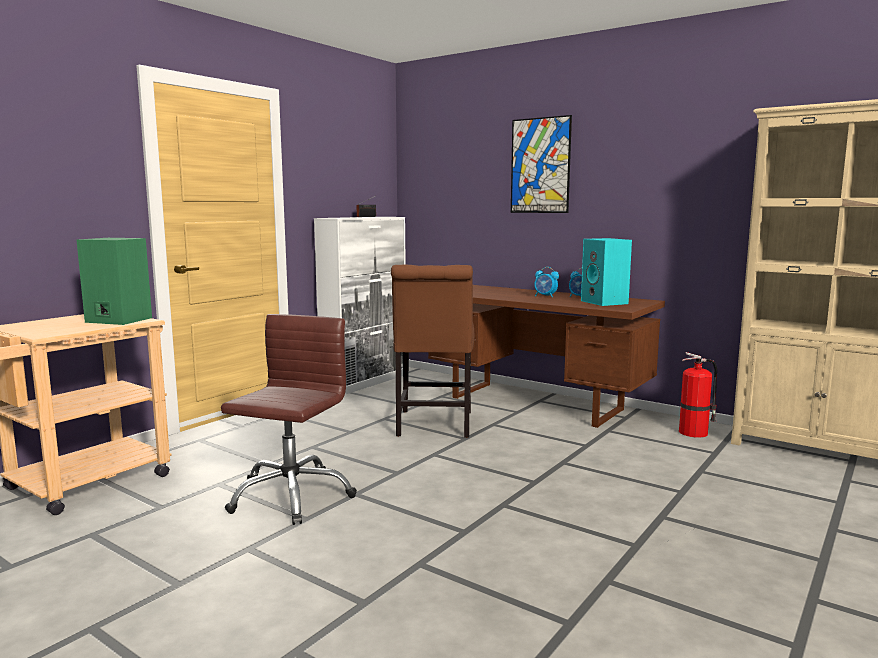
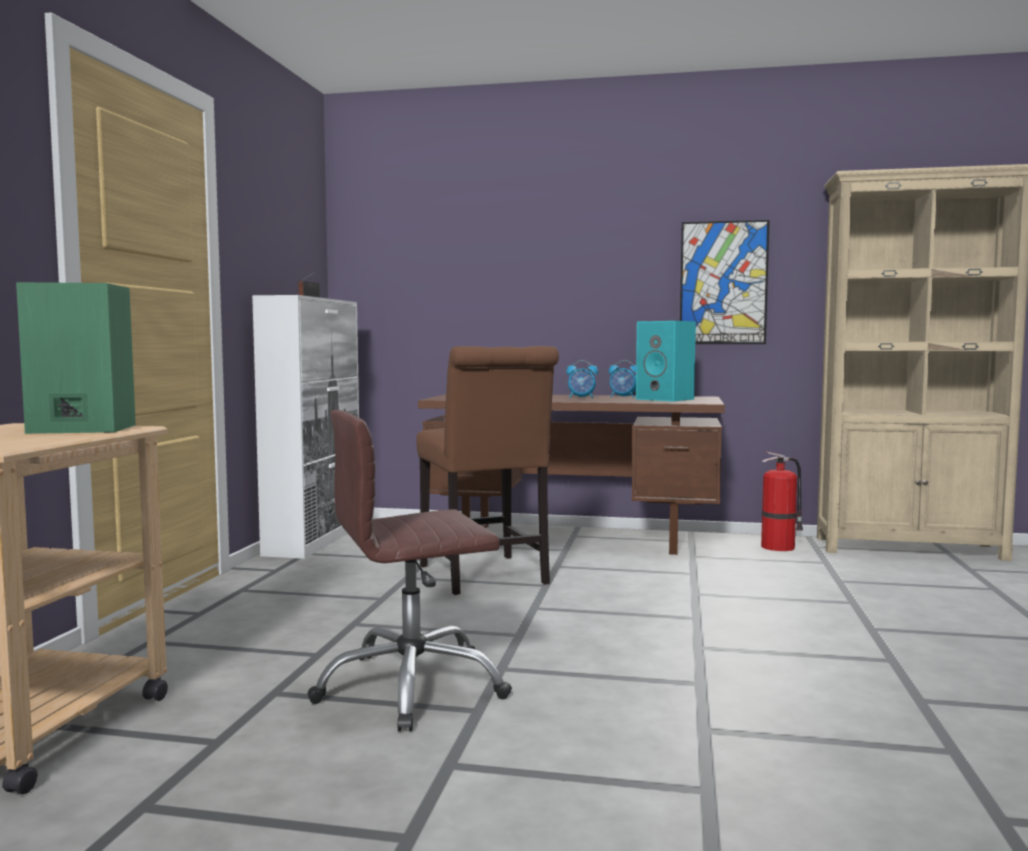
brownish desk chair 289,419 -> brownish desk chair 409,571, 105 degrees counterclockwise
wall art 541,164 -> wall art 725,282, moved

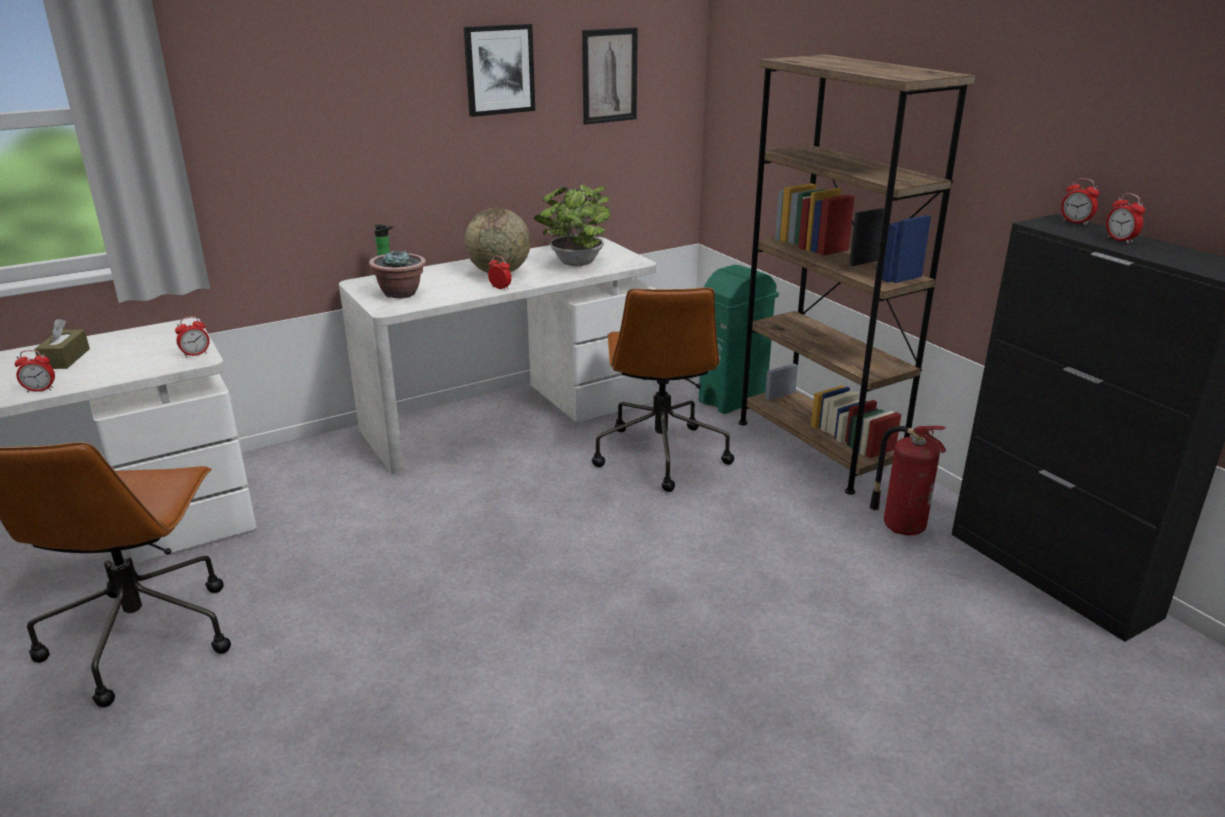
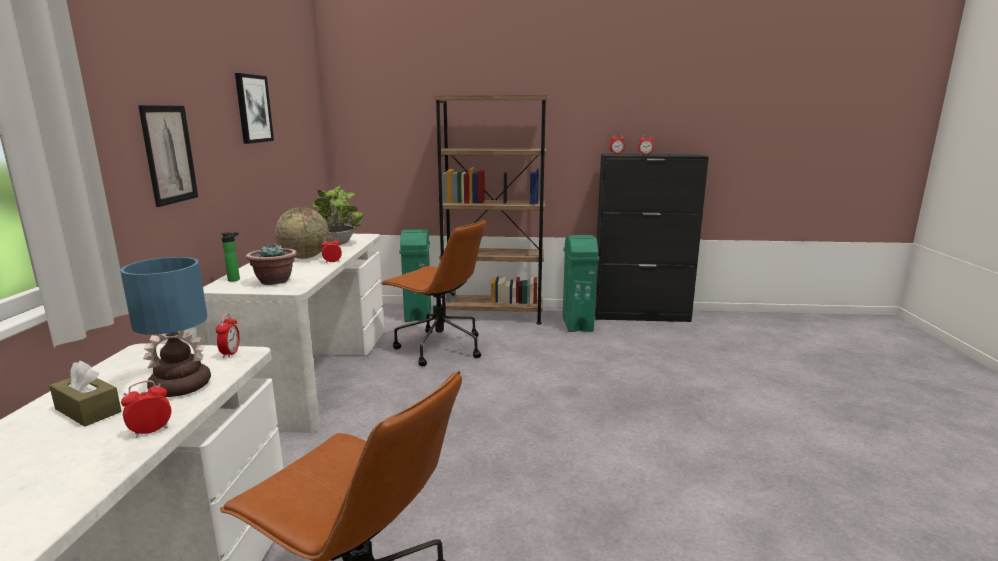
bedside clock 34,371 -> bedside clock 146,408, 150 degrees counterclockwise
wall art 610,76 -> wall art 168,156, moved
fire-fighting cylinder 907,480 -> greenish rubbish bin 581,283
none -> tabletop lamp 165,327

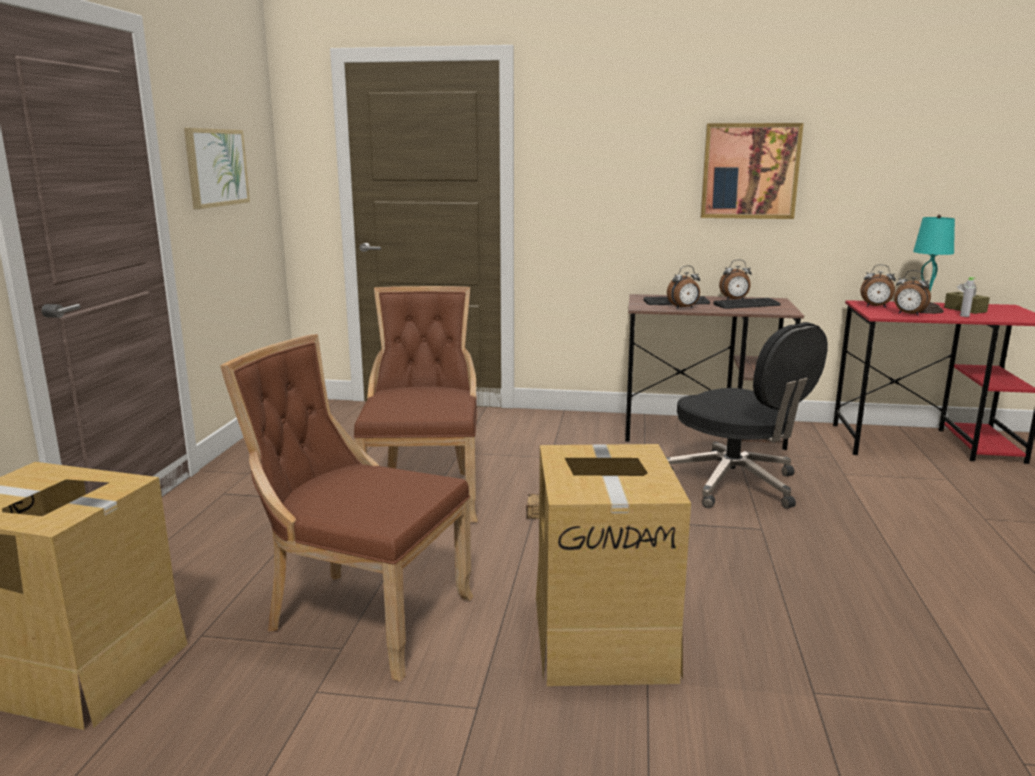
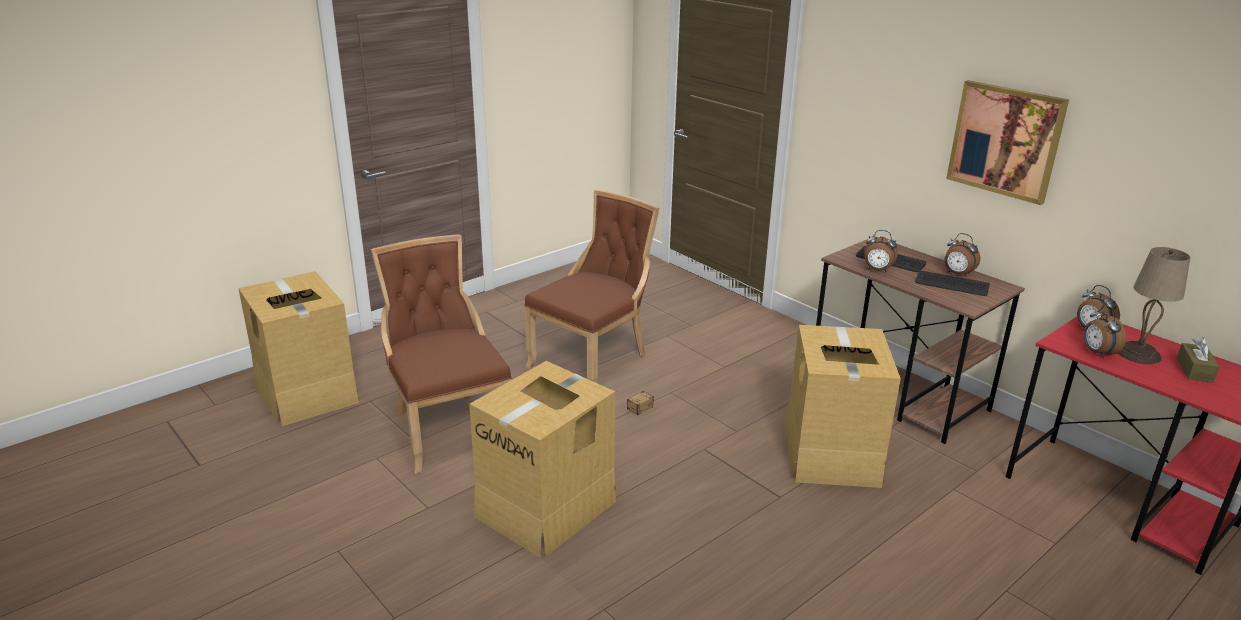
wall art 217,168 -> none
black-coloured desk chair 747,415 -> carton 843,406
turquoise tabletop lamp 934,264 -> beige tabletop lamp 1154,305
greyish drink bottle 967,297 -> none

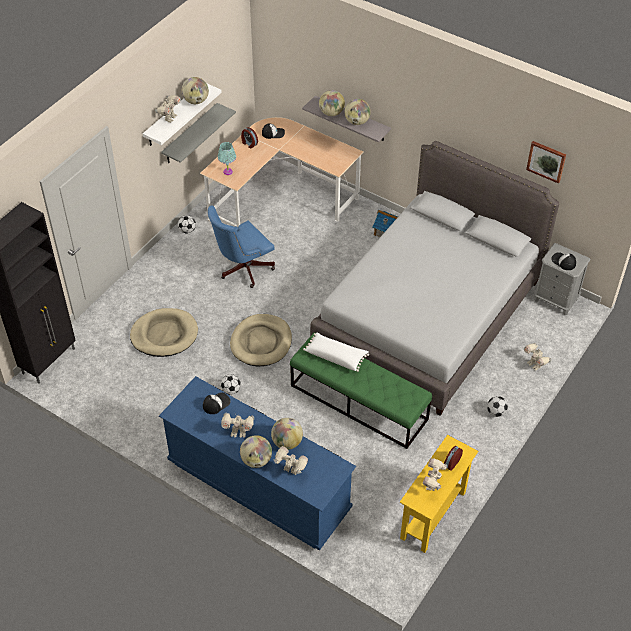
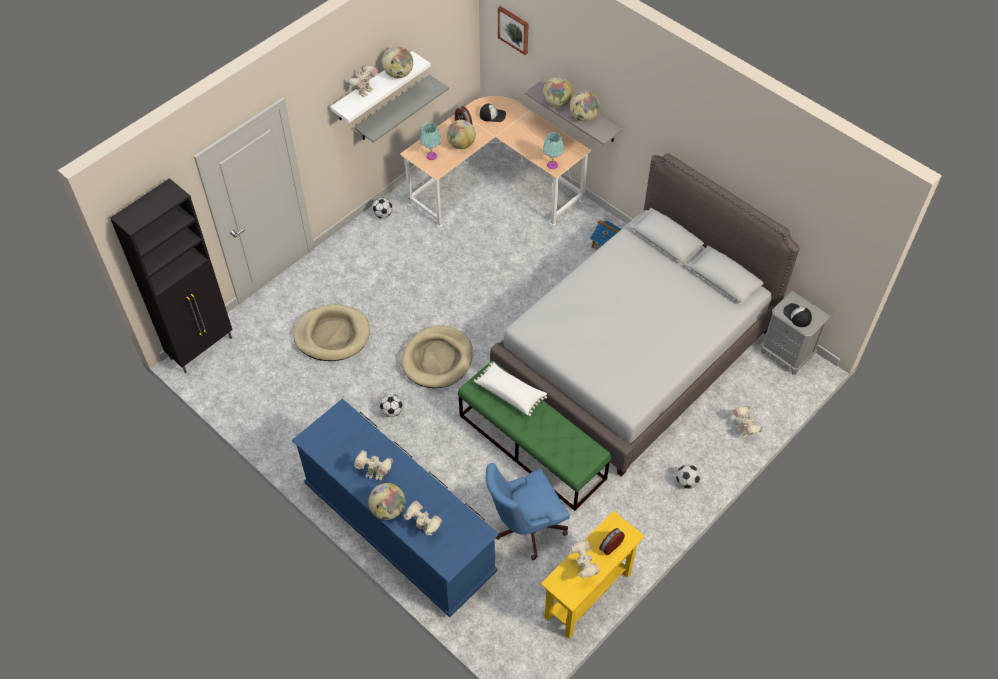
cap 216,403 -> none
bluish desk chair 241,246 -> bluish desk chair 528,511, moved
desk globe 287,434 -> desk globe 461,134, moved
model robot 435,474 -> model robot 584,559, 135 degrees clockwise
wall art 546,162 -> wall art 513,30, moved
none -> turquoise tabletop lamp 553,150

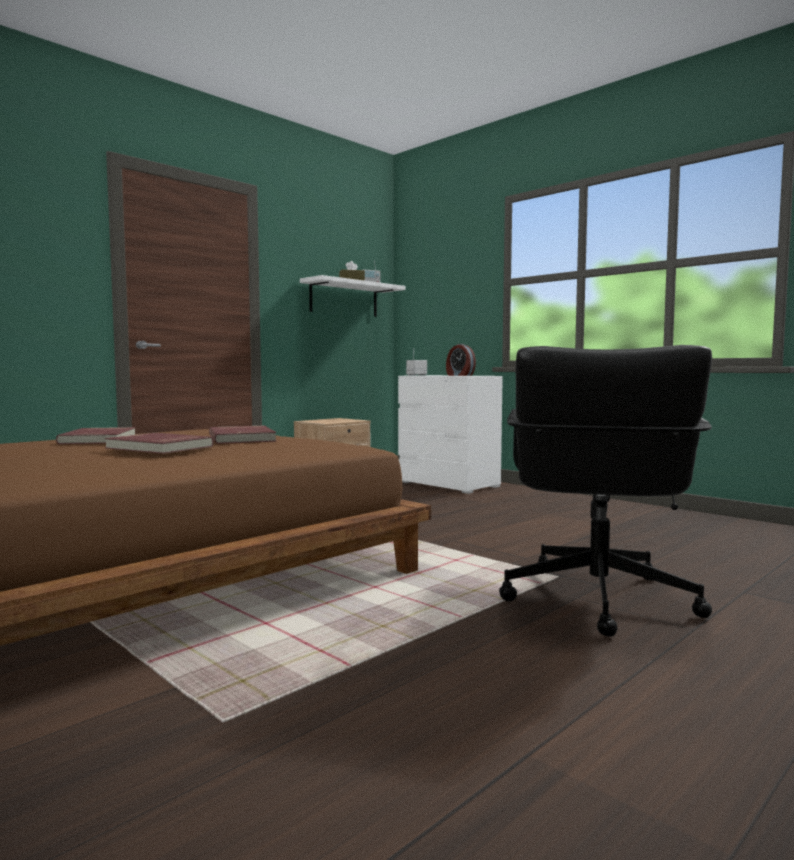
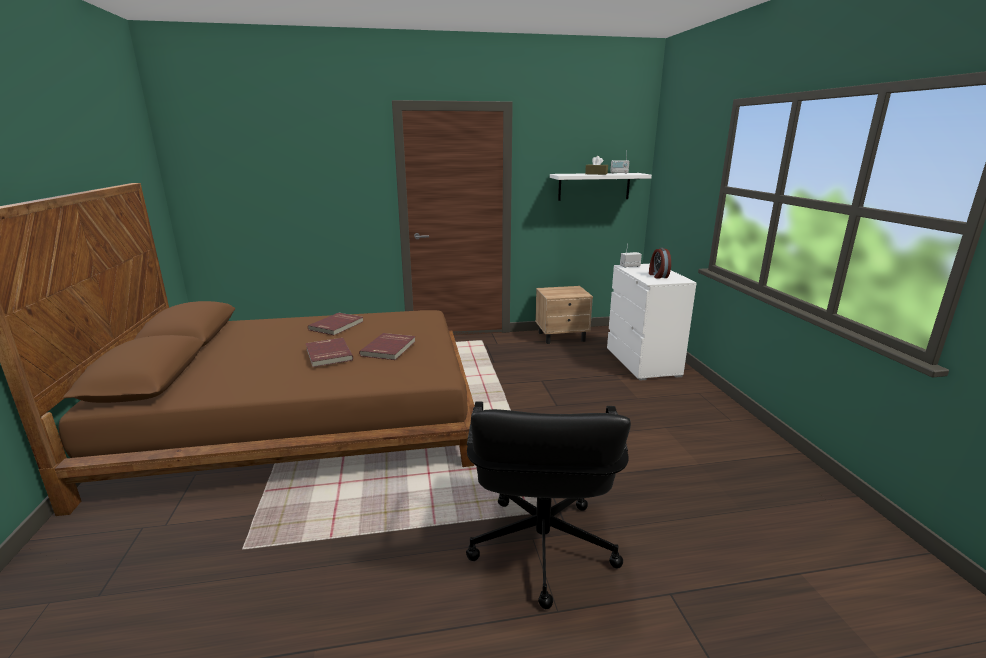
black-coloured desk chair 605,491 -> black-coloured desk chair 548,505, 45 degrees counterclockwise

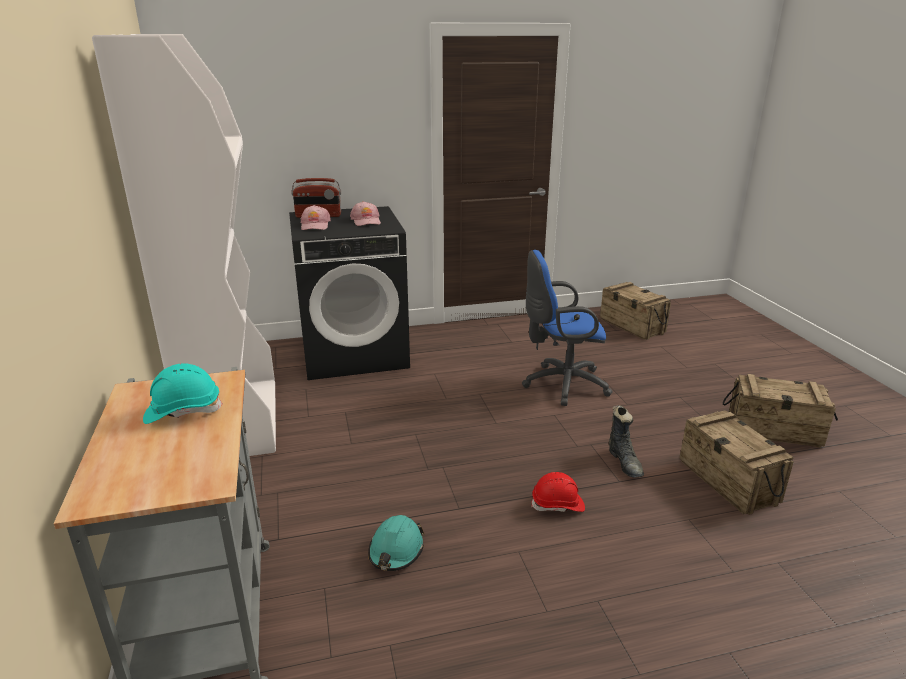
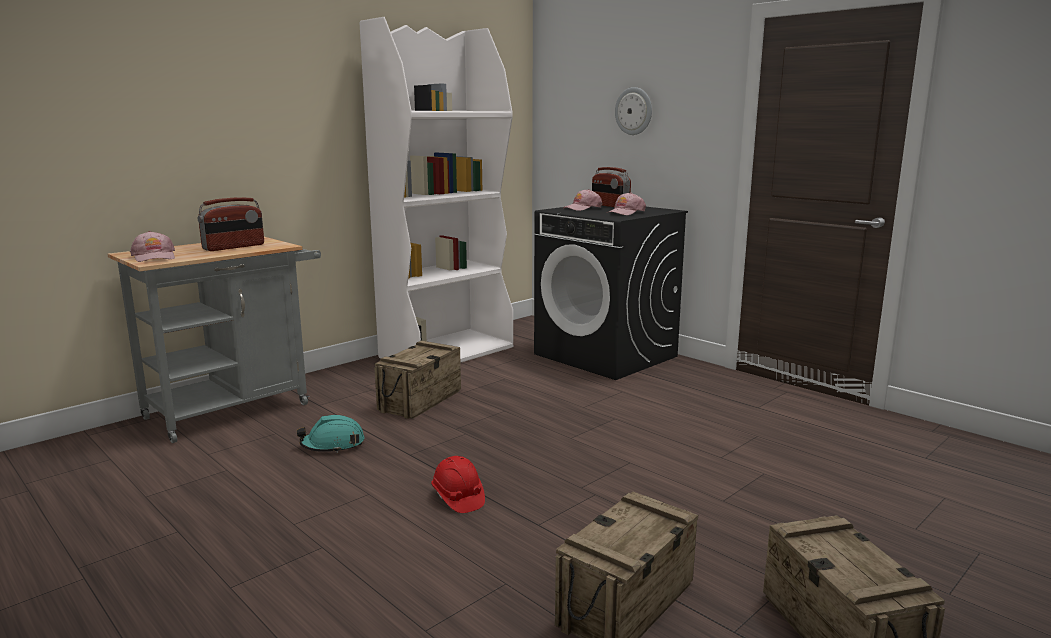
turquoise hard hat 183,393 -> radio 231,224
bluish desk chair 567,328 -> none
crate 635,311 -> crate 417,380, moved
black-coloured high-top boot 626,441 -> none
none -> pink cap 152,246
none -> clock on the wall 633,111

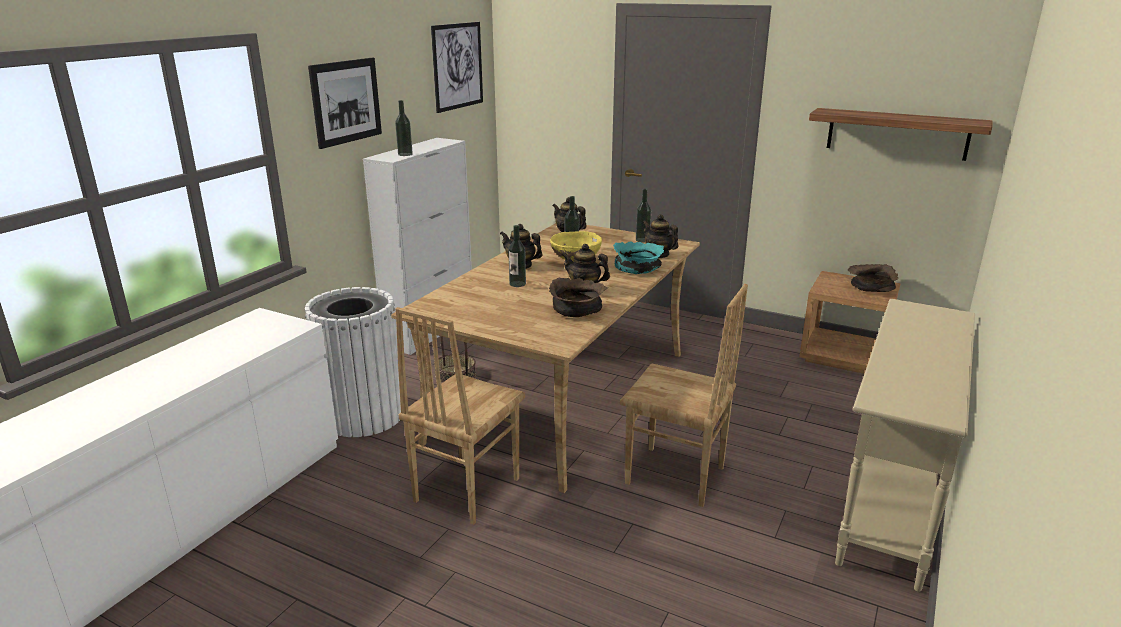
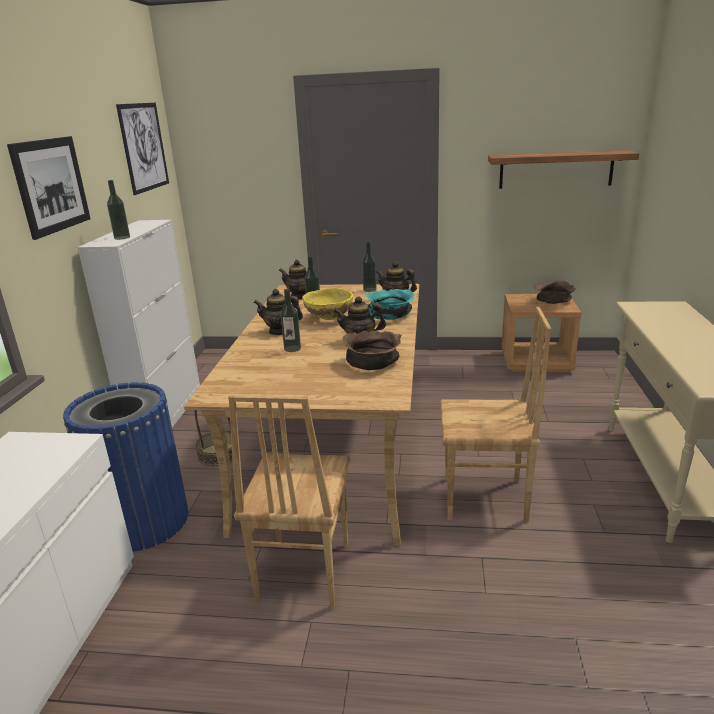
white-coloured rubbish bin 353,362 -> bluish rubbish bin 125,467

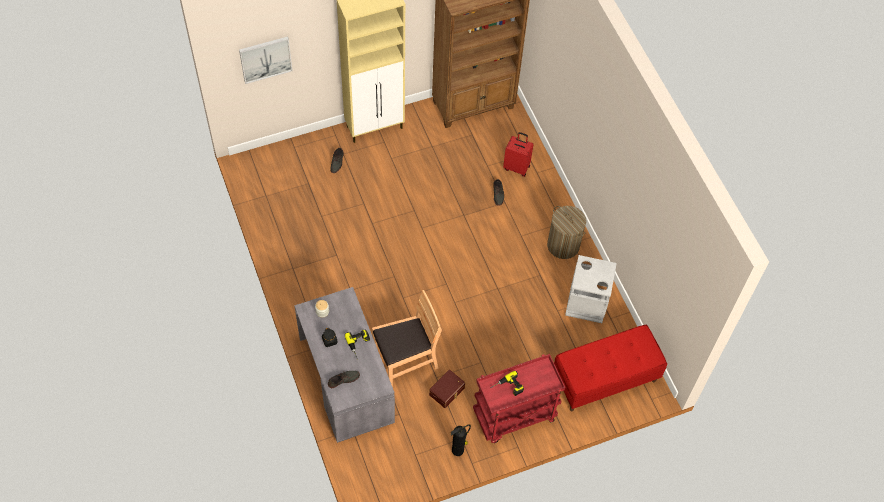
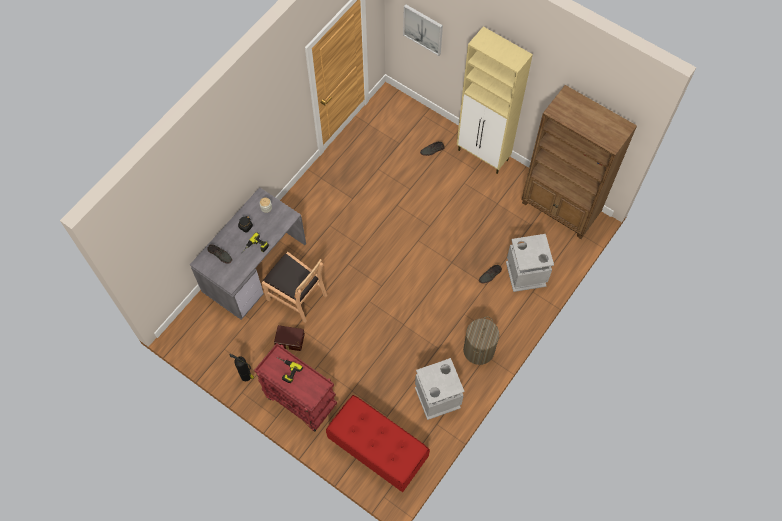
red suitcase 518,154 -> greyish rubbish bin 530,263

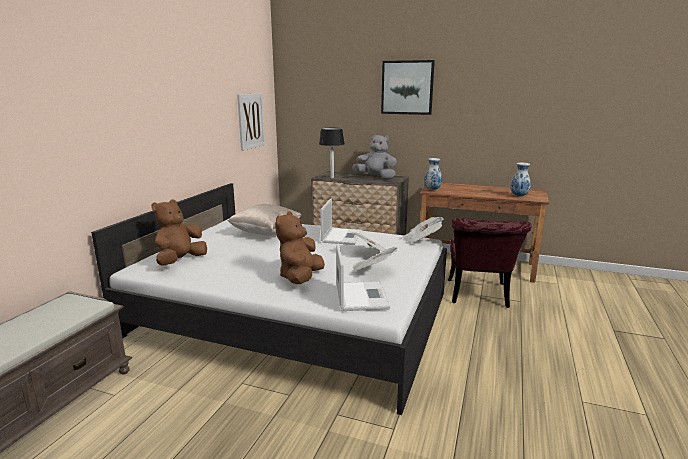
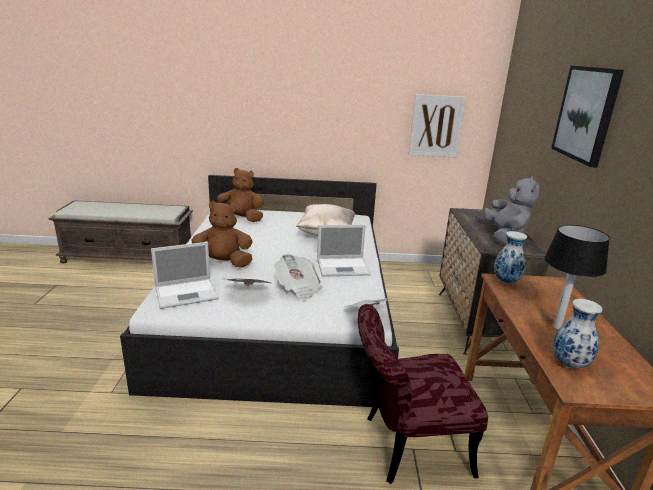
tabletop lamp 332,153 -> tabletop lamp 577,277, moved

